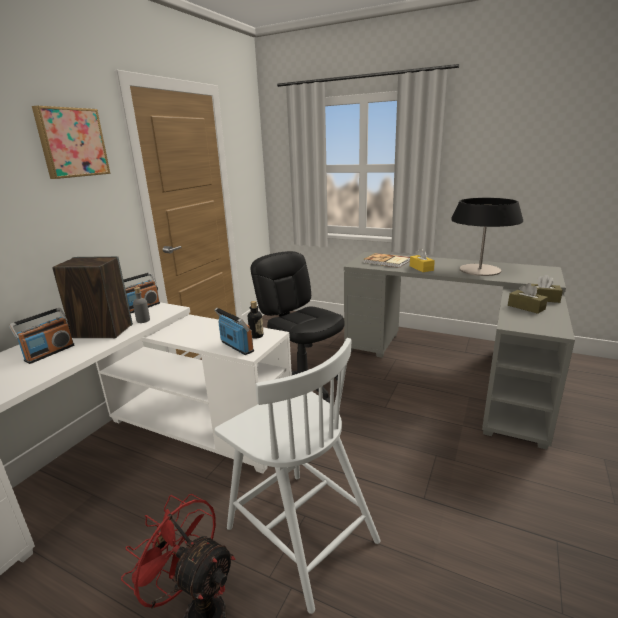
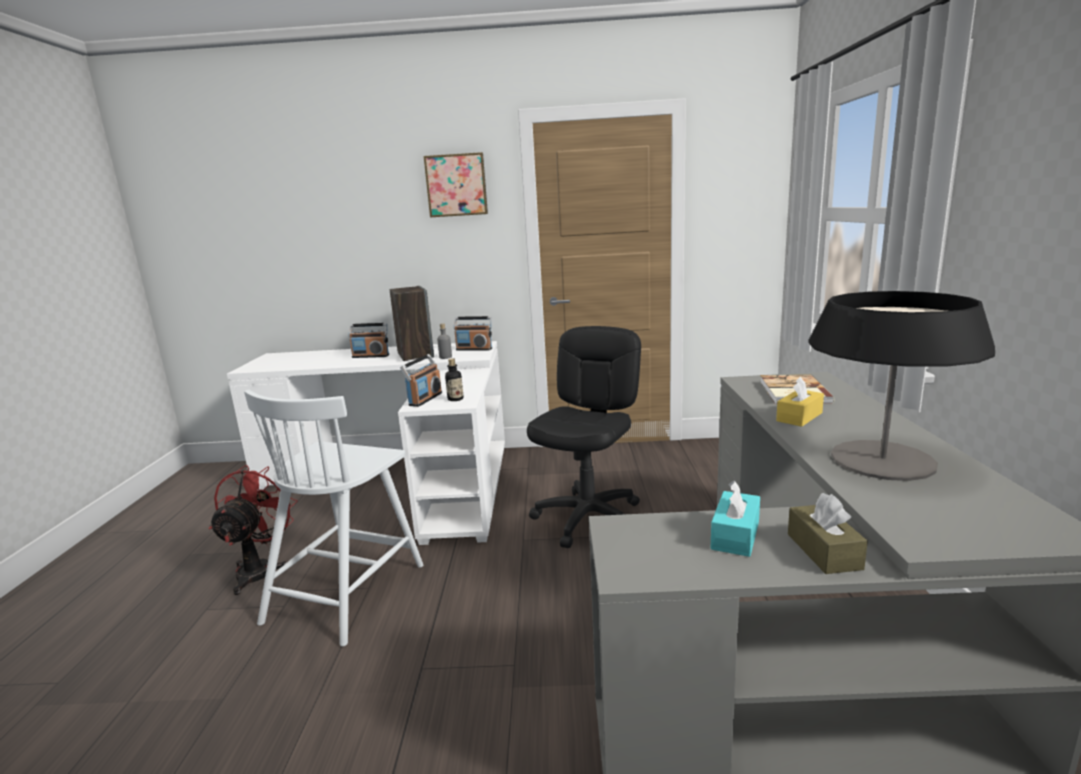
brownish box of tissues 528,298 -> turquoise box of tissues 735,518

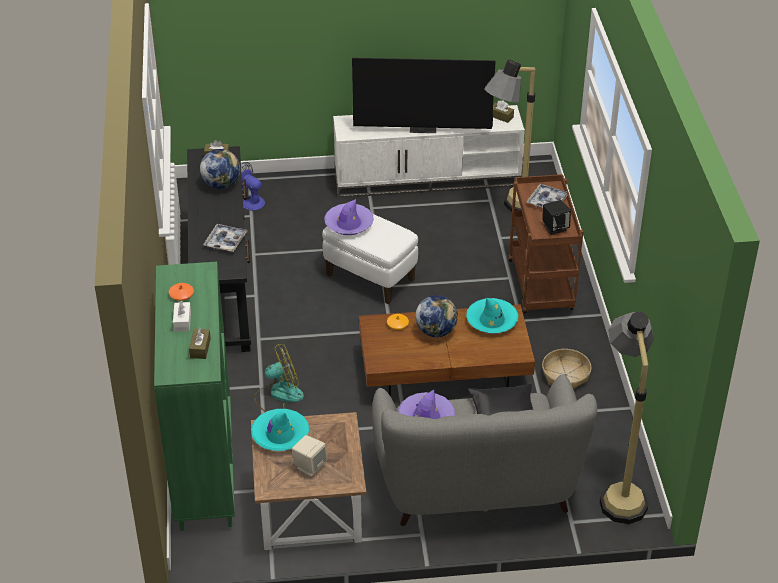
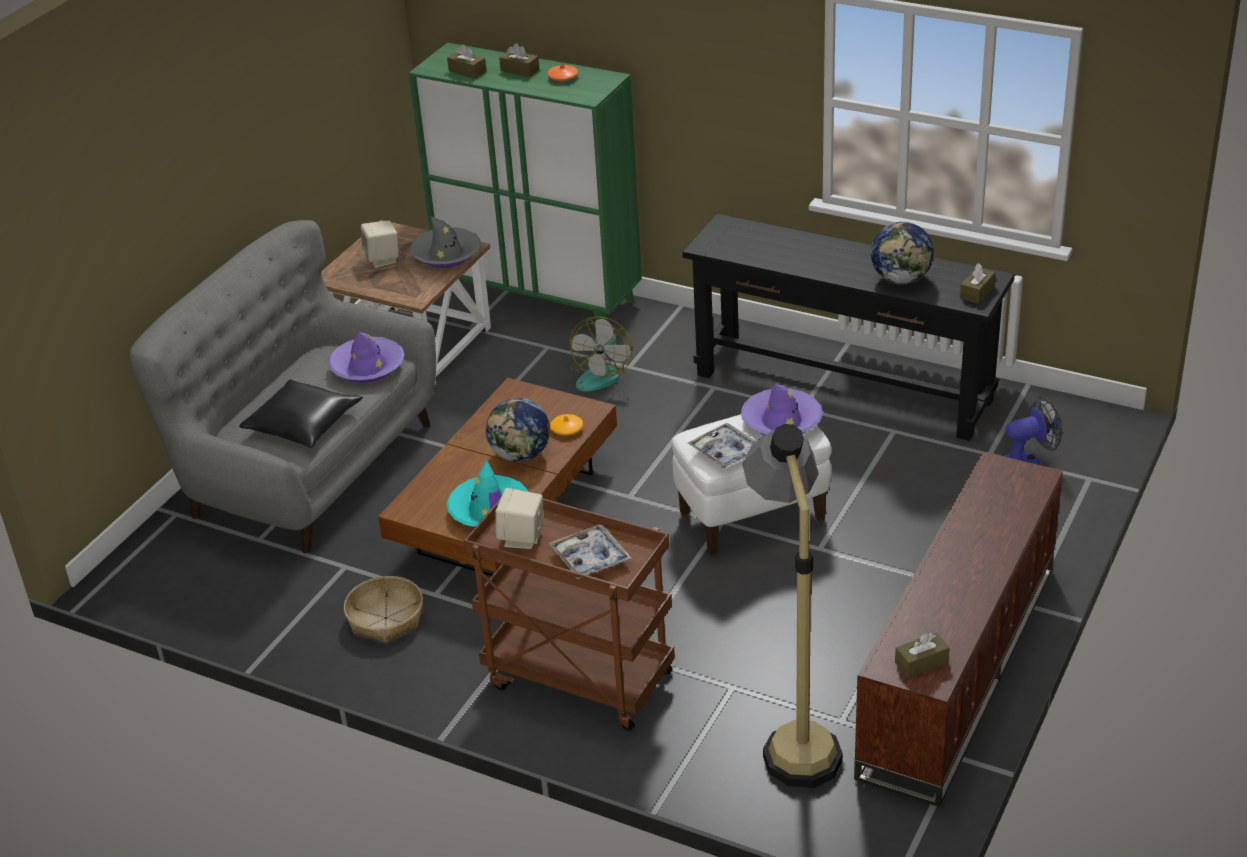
white-coloured box of tissues 182,316 -> brownish box of tissues 519,60
carrying tray 225,238 -> carrying tray 722,446, moved
turquoise clothing hat 280,430 -> greyish clothing hat 445,242
white-coloured media console 429,151 -> brownish media console 958,629
TV 424,95 -> none
black-coloured loudspeaker 556,217 -> beige loudspeaker 519,518
floor lamp 626,418 -> none

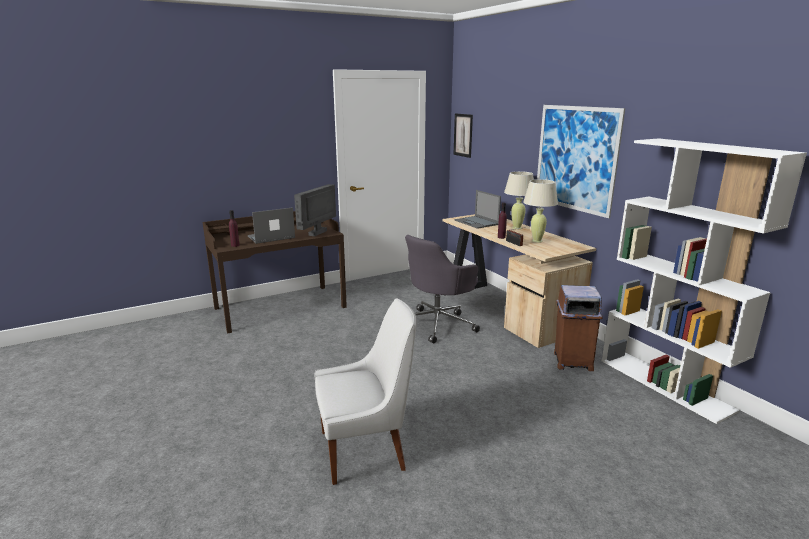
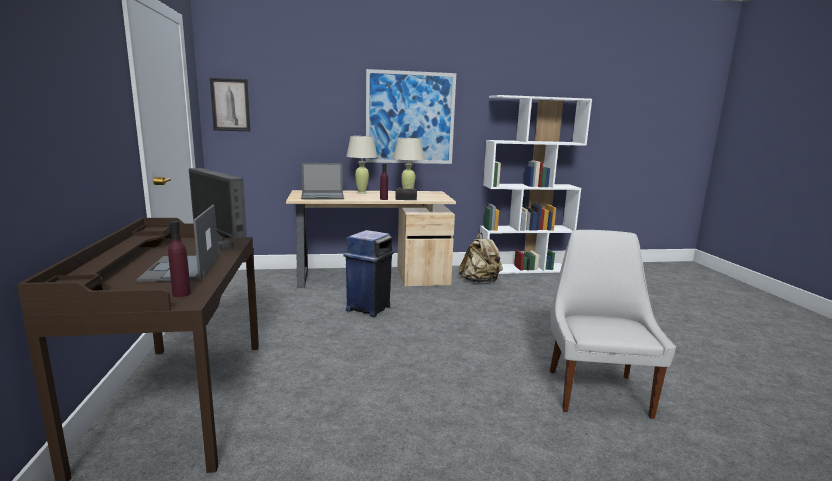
greyish desk chair 442,289 -> bluish rubbish bin 368,273
brownish rubbish bin 578,328 -> beige knapsack 481,257

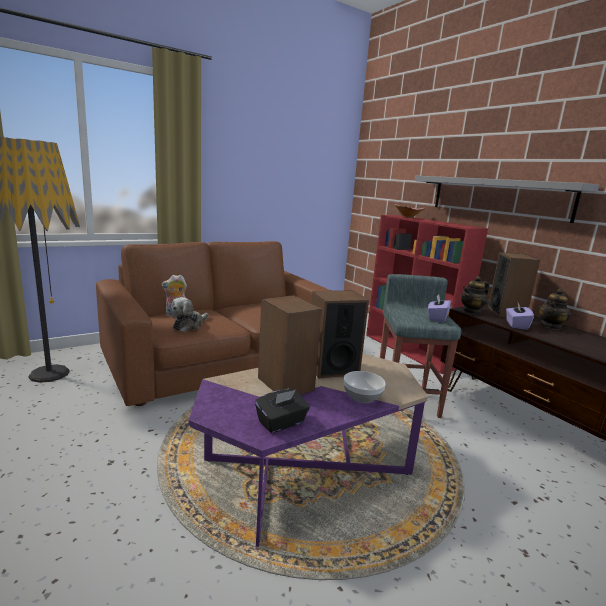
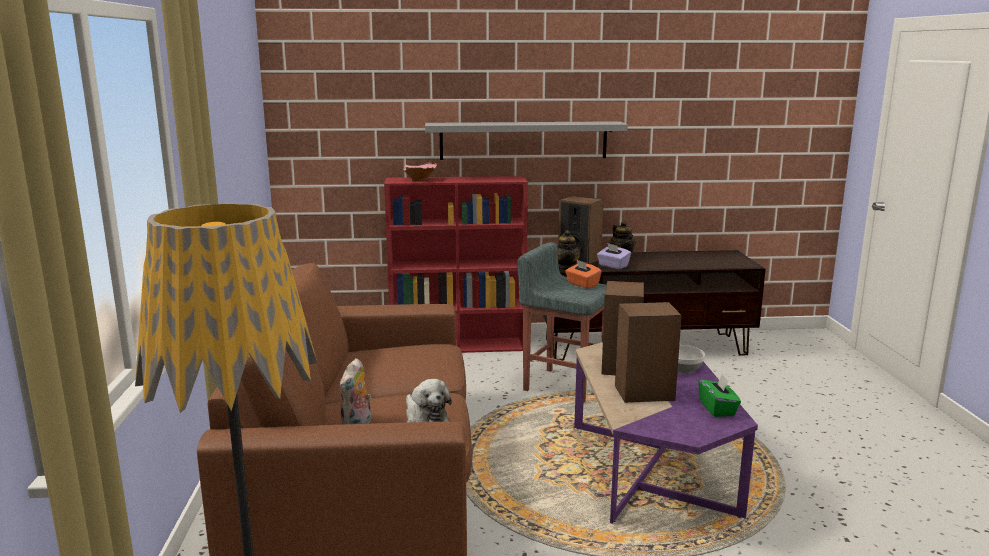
black-coloured box of tissues 282,411 -> greenish box of tissues 719,395
purple-coloured box of tissues 439,308 -> orange box of tissues 583,274

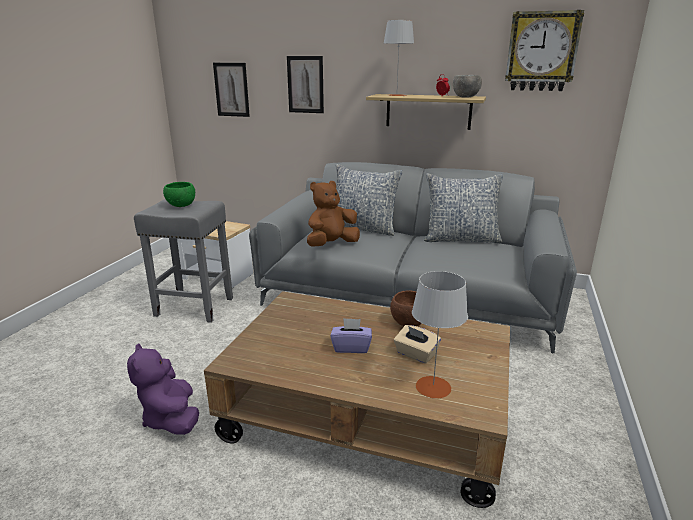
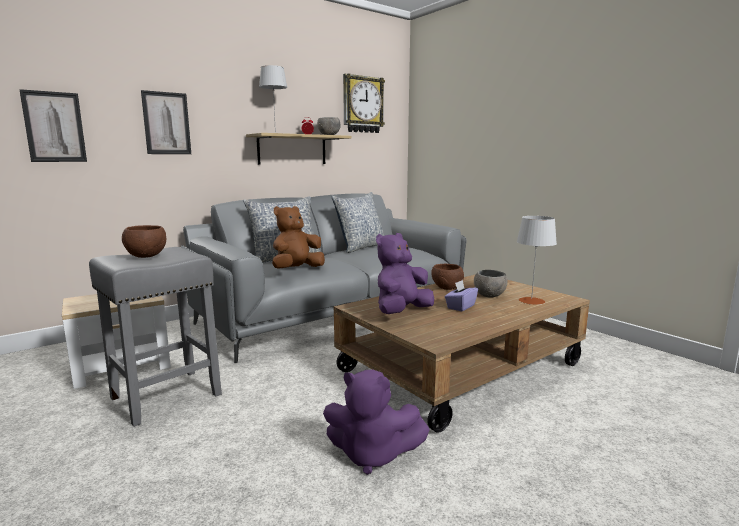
greenish serving bowl 179,194 -> brownish serving bowl 144,241
brownish soft toy 333,214 -> brownish soft toy 298,237, 45 degrees clockwise
beige box of tissues 417,344 -> greyish serving bowl 491,284
none -> purple-coloured soft toy 405,273

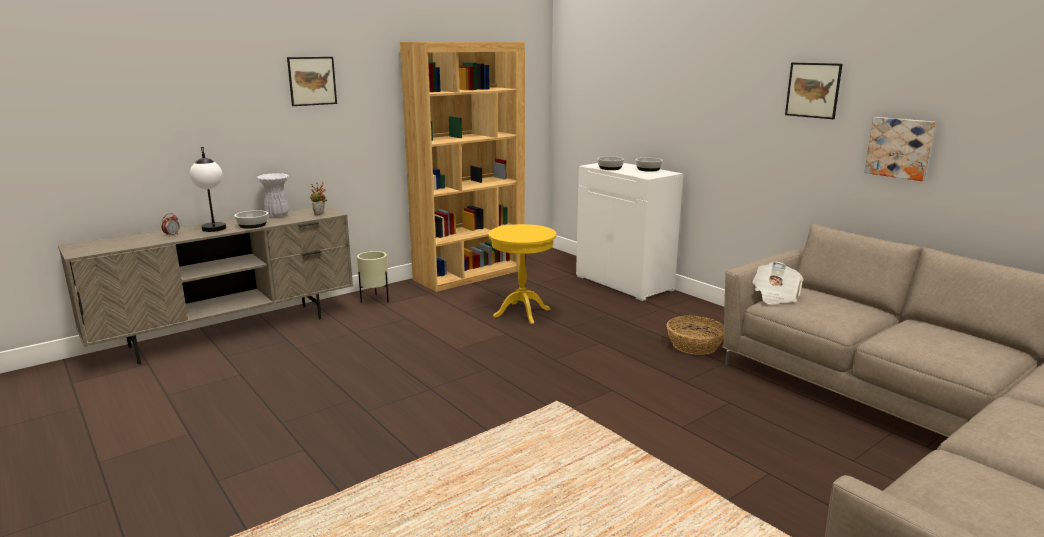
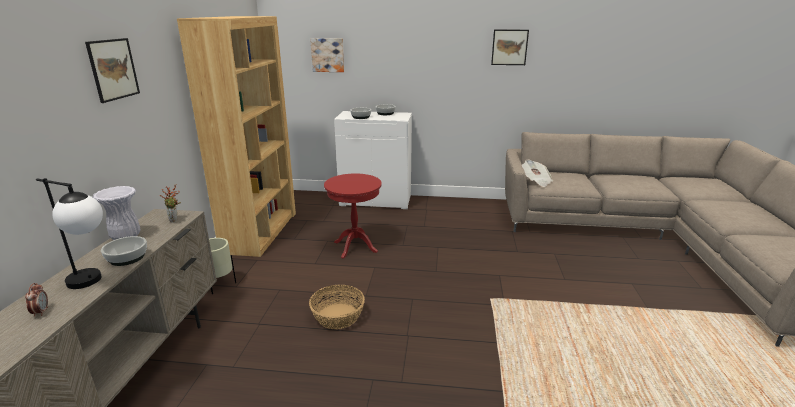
yellow-coloured side table 522,274 -> red side table 353,216
basket 695,335 -> basket 337,307, moved
wall art 900,149 -> wall art 327,55, moved

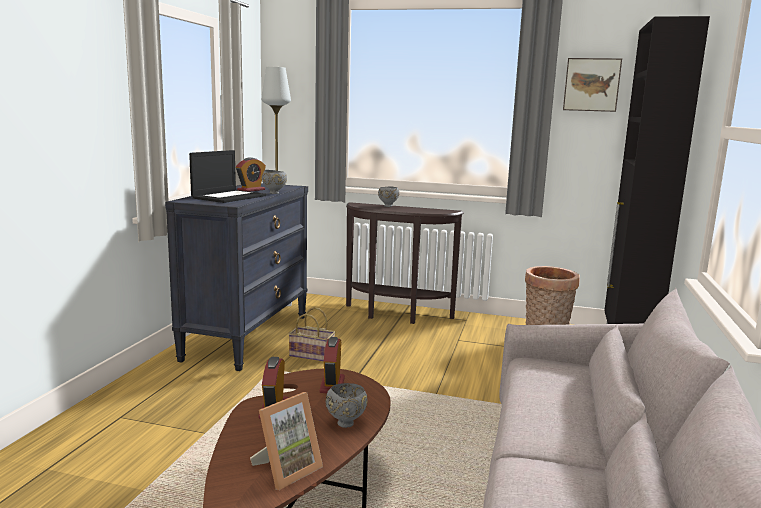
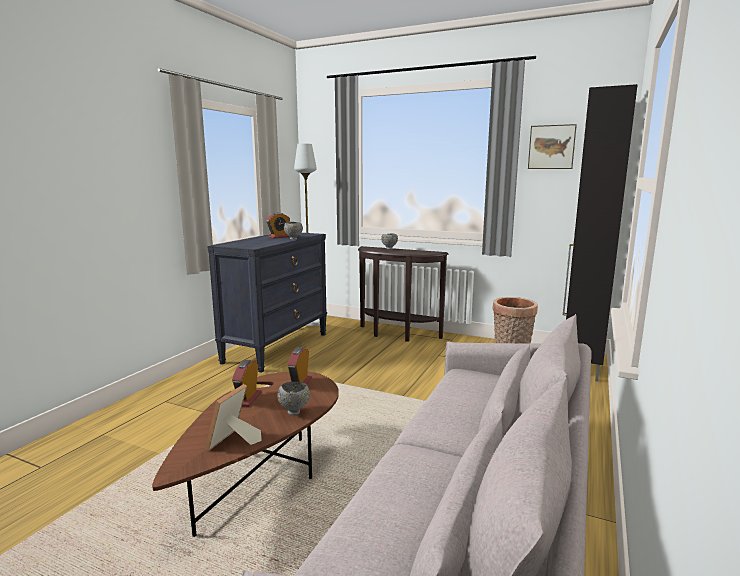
notebook computer 227,176 -> none
picture frame 286,441 -> picture frame 233,417, 150 degrees clockwise
basket 312,334 -> none

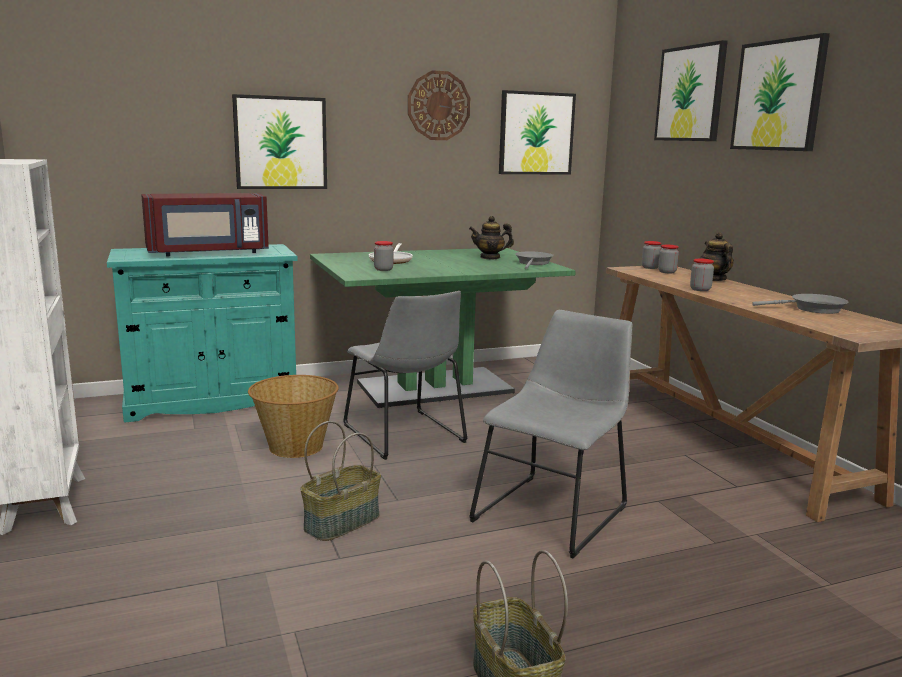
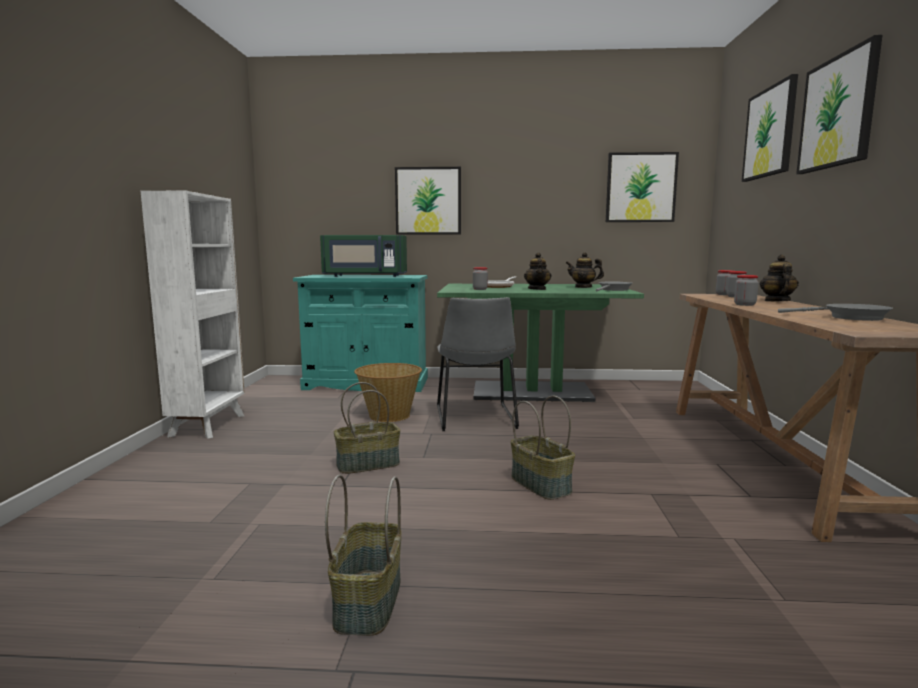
red kitchen microwave 205,224 -> greenish kitchen microwave 363,256
clock on the wall 439,105 -> none
greyish upright chair 550,434 -> basket 543,448
none -> pot for tea 537,271

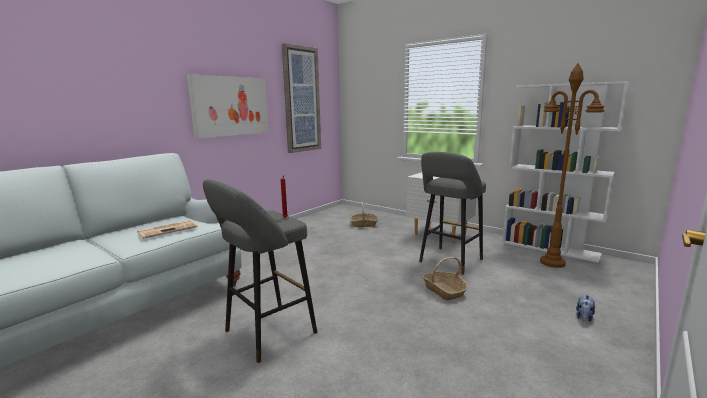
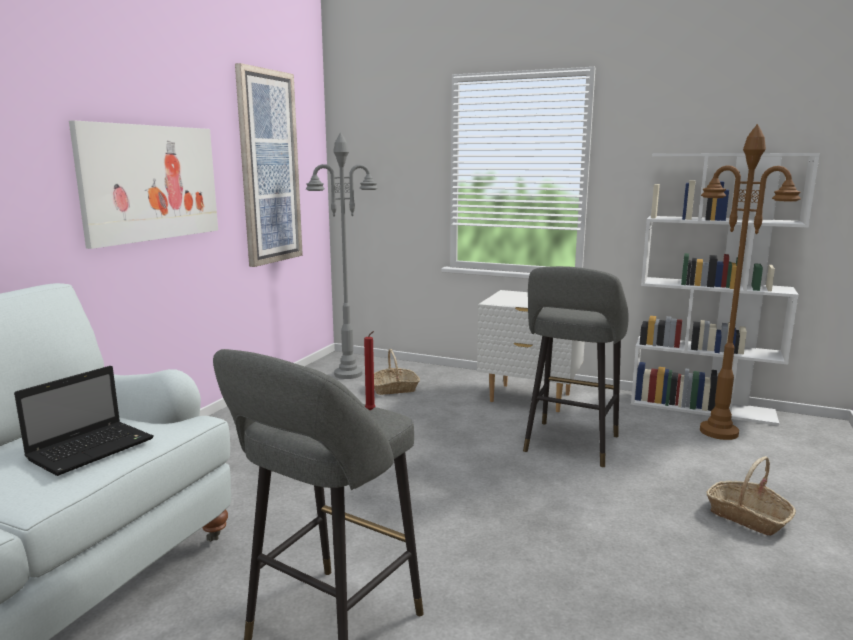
printed paper 167,229 -> notebook computer 84,421
basket 445,278 -> basket 751,496, moved
soft toy 585,308 -> none
none -> greyish floor lamp 342,255

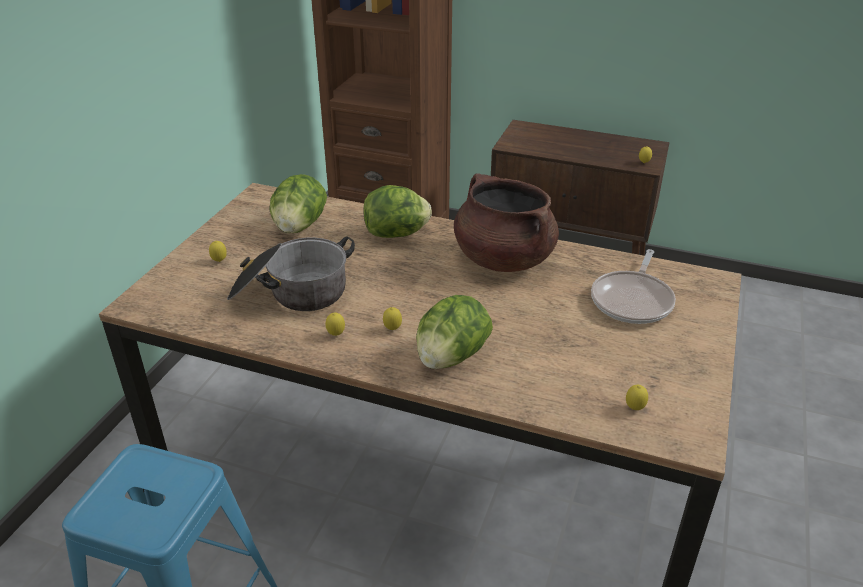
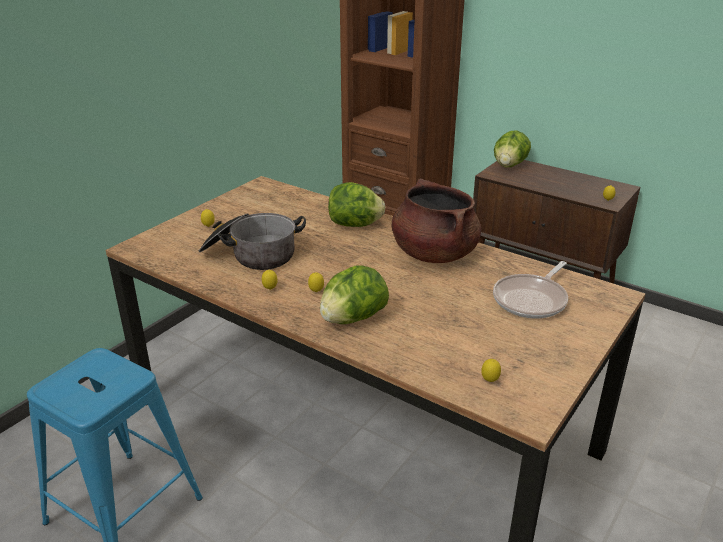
lettuce 298,203 -> lettuce 512,148, moved

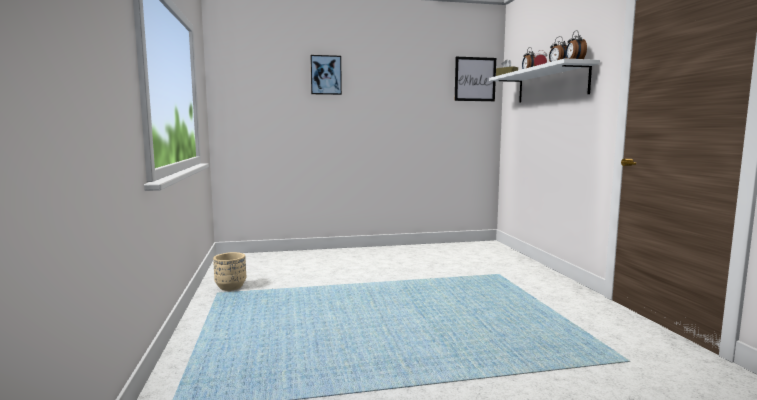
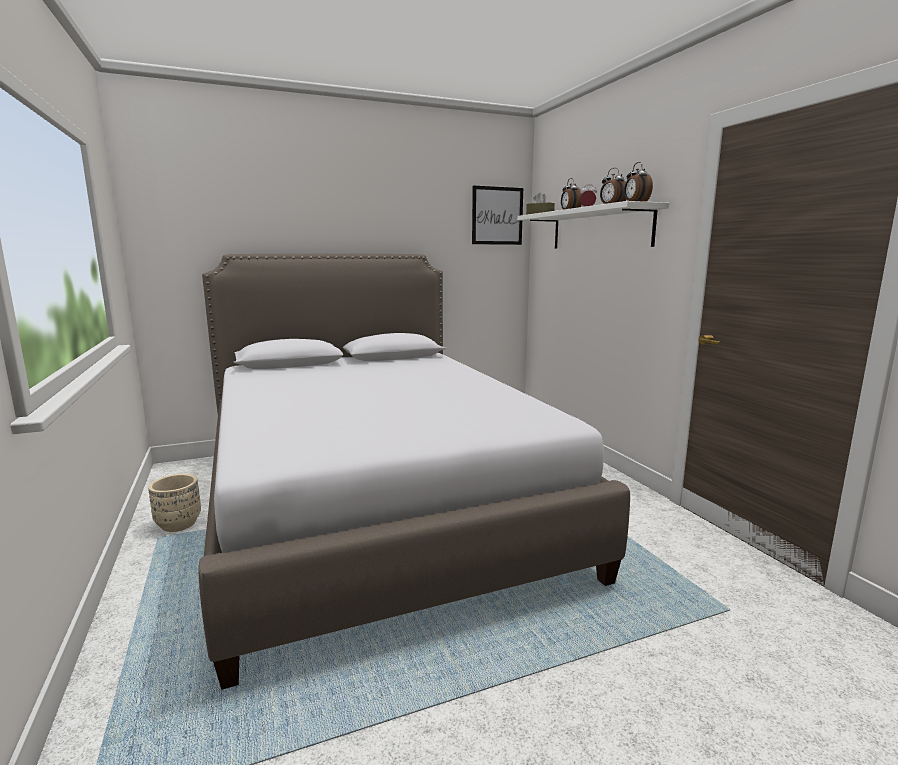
wall art 326,75 -> none
none -> bed 414,472

